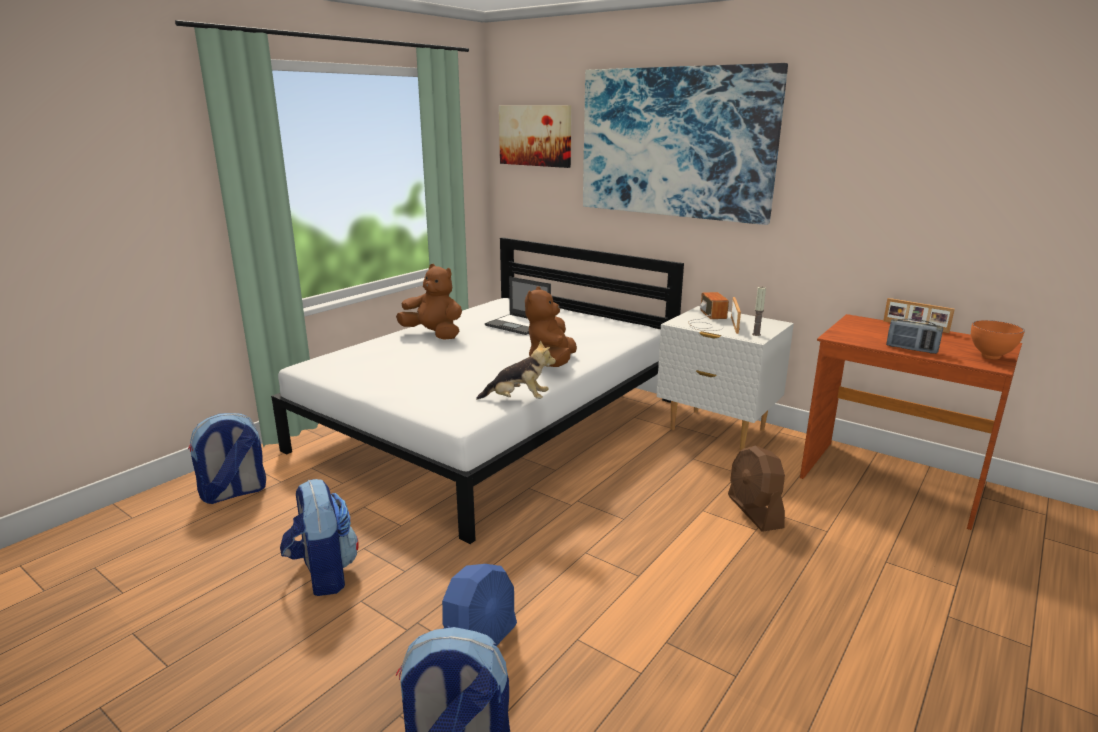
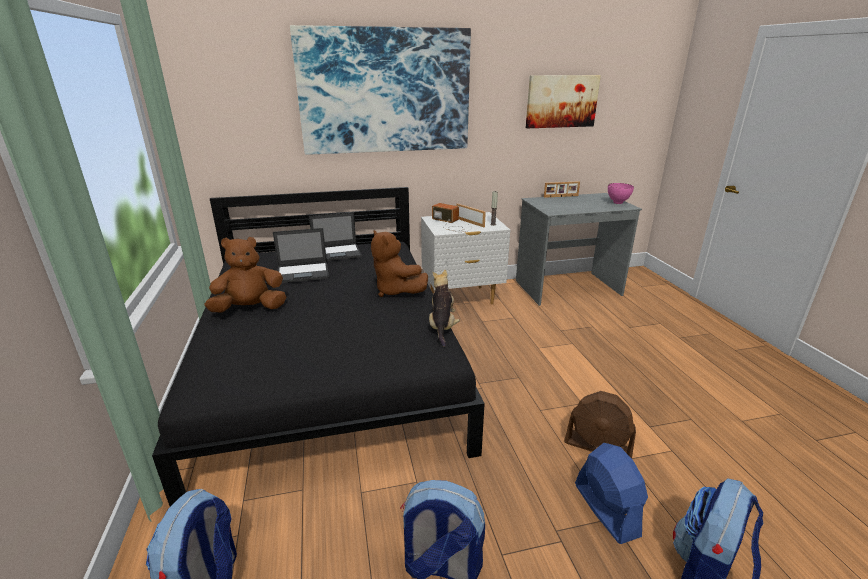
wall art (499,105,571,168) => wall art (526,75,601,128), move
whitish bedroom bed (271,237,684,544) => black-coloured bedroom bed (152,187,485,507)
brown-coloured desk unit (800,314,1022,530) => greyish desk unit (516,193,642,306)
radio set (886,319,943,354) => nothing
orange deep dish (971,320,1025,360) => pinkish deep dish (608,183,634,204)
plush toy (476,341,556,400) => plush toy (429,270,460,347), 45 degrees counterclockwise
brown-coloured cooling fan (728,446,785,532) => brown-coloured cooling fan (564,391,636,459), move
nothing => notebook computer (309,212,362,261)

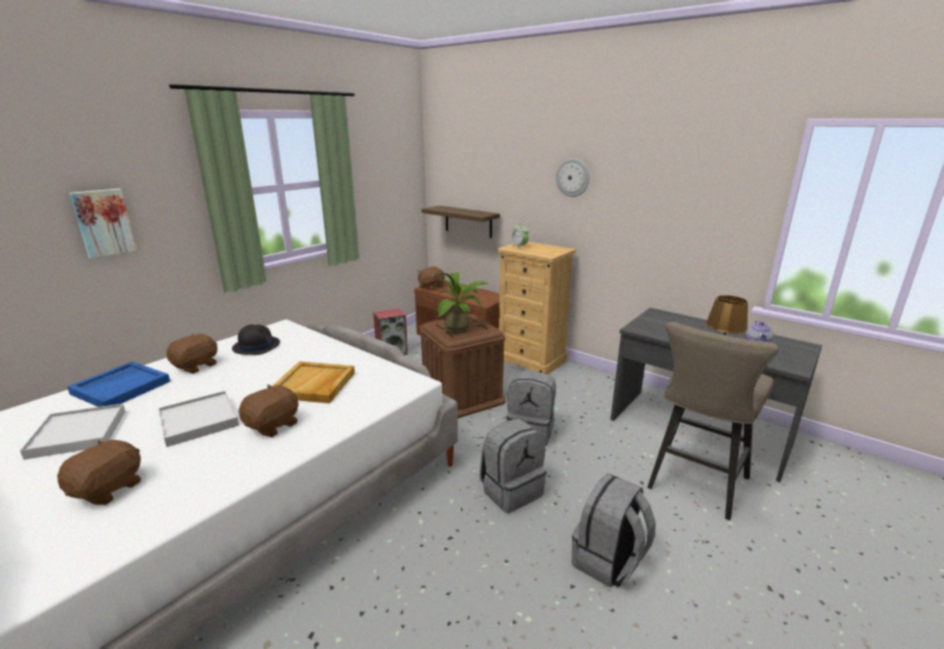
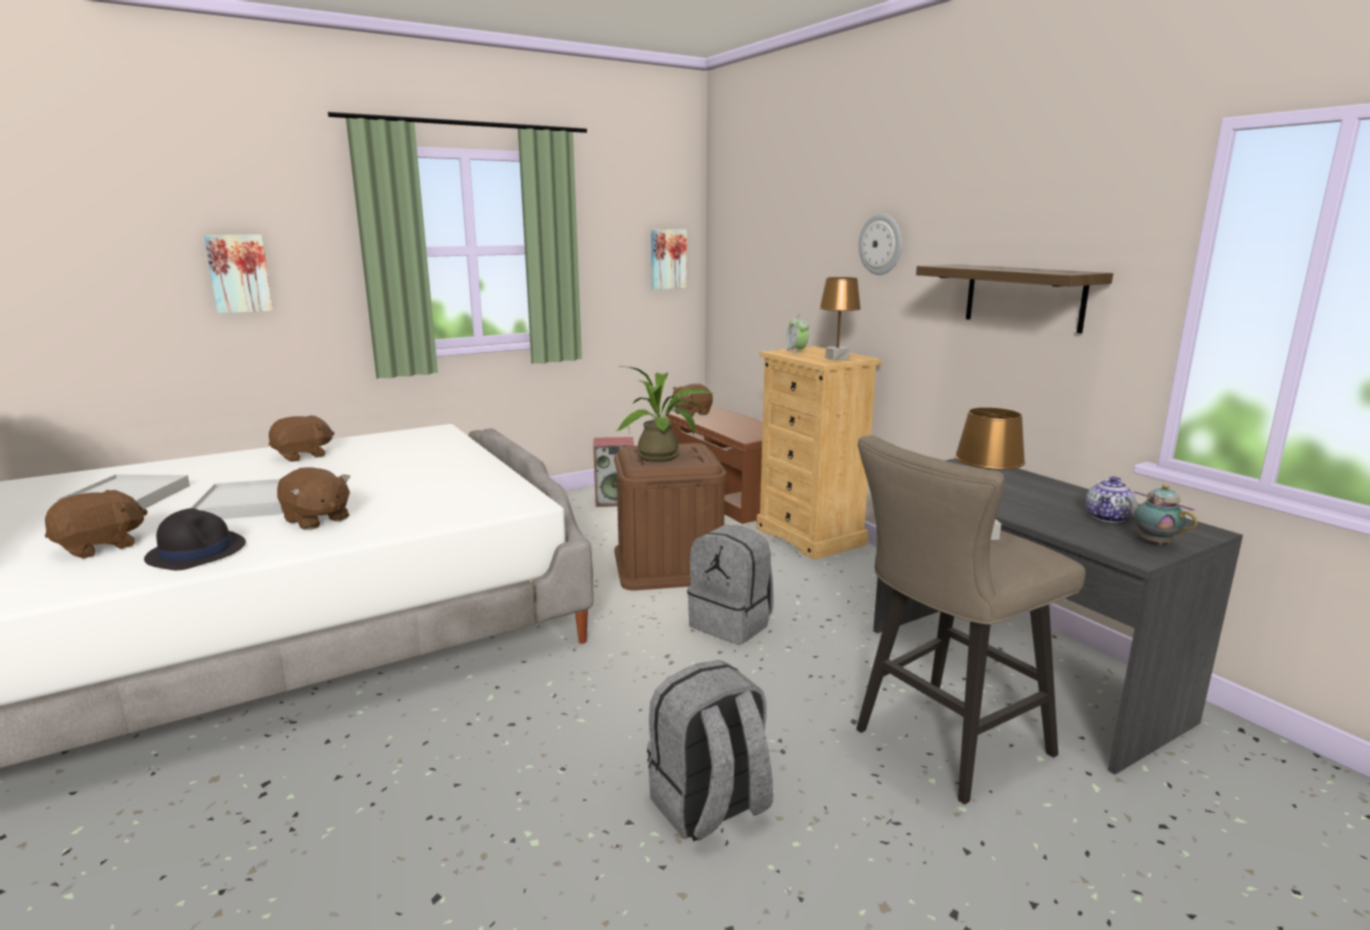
wall shelf (421,205,500,238) => wall shelf (916,264,1113,334), move
black-coloured clothing hat (232,324,280,355) => black-coloured clothing hat (144,508,246,570), move
beige tray (273,361,355,403) => nothing
bluish tray (67,362,170,407) => nothing
brown-coloured plush toy (239,384,299,437) => brown-coloured plush toy (277,467,350,530), 75 degrees clockwise
greyish backpack (480,419,547,513) => nothing
nothing => wall art (651,230,687,290)
nothing => brown-coloured tabletop lamp (819,277,861,360)
nothing => pot for tea (1124,484,1198,545)

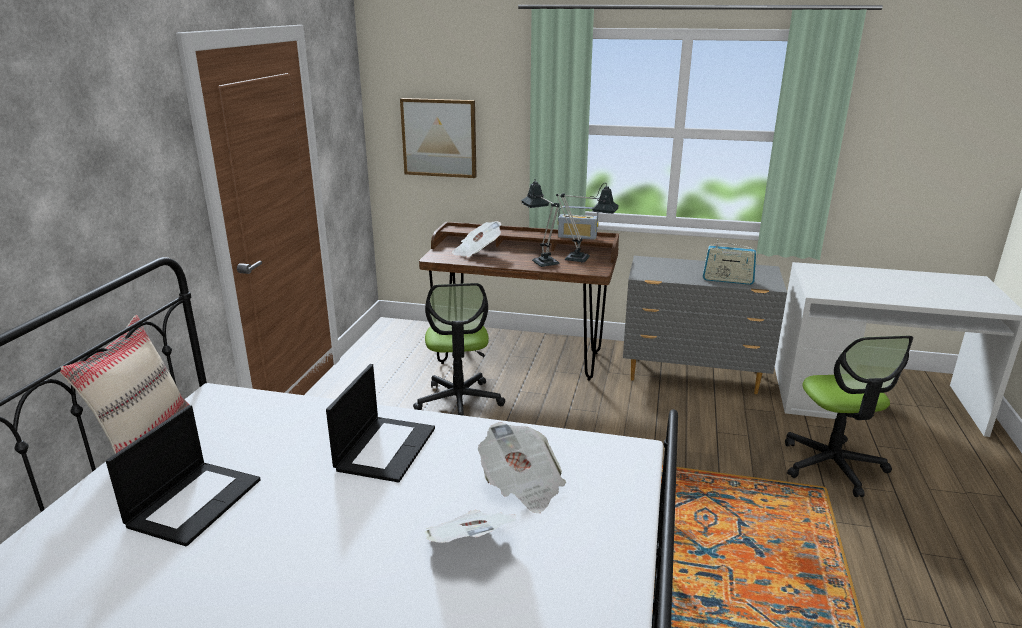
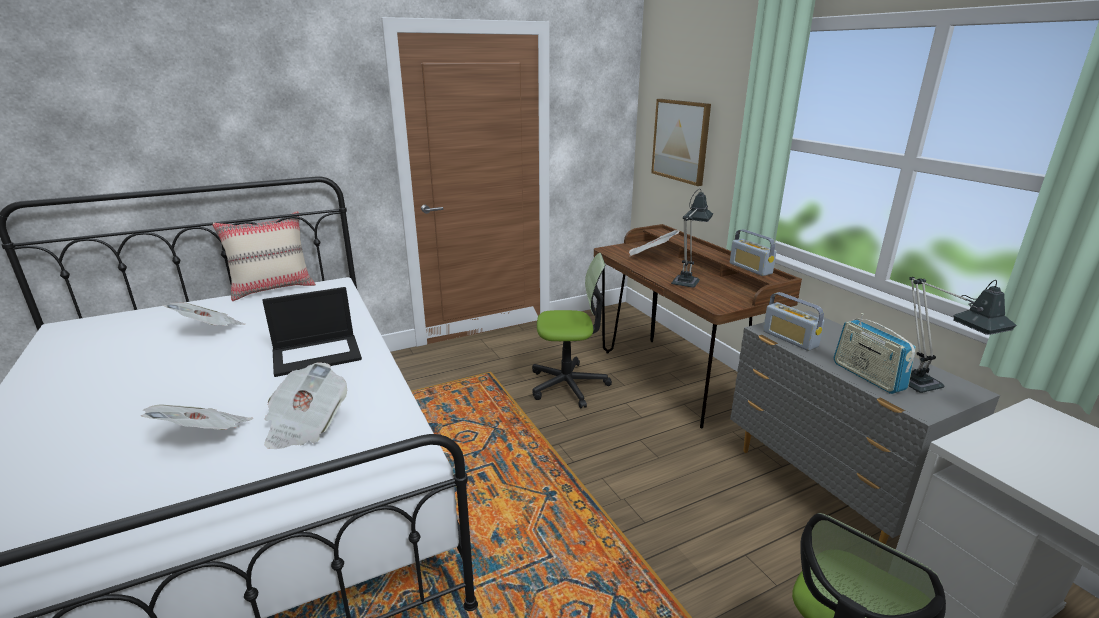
tabletop lamp (556,183,619,263) => tabletop lamp (909,277,1016,393), move
desk chair (413,283,505,416) => desk chair (532,253,612,409), 135 degrees counterclockwise
notebook computer (106,405,261,546) => printed paper (163,303,245,326)
nothing => radio set (763,292,824,351)

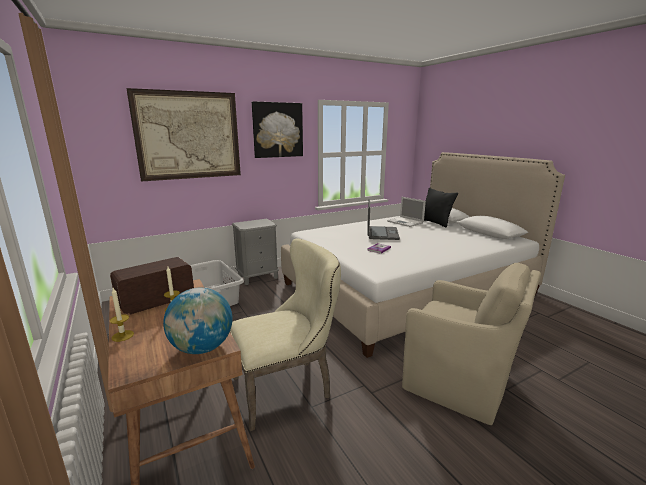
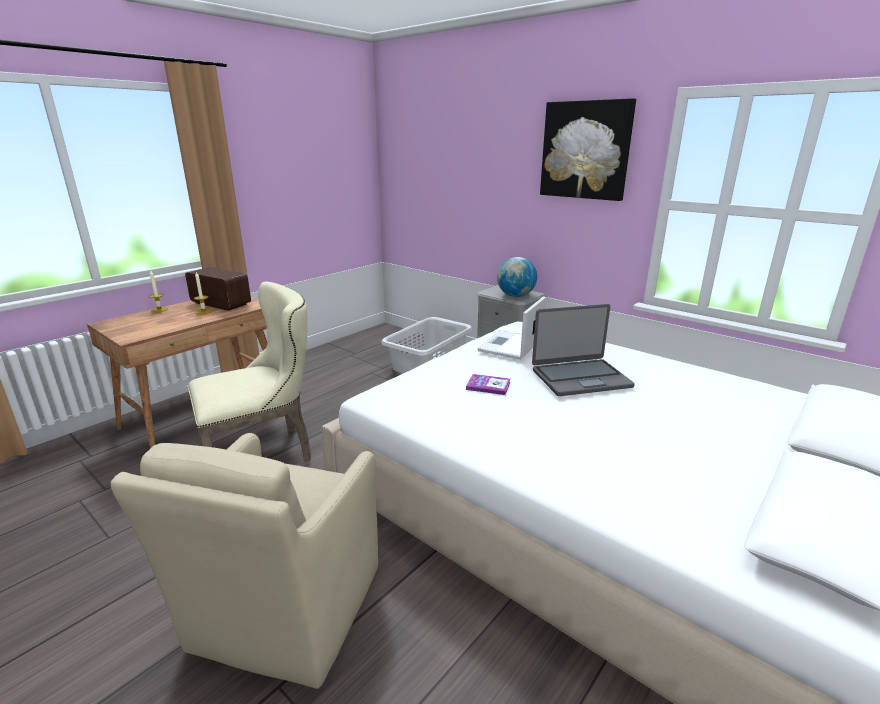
wall art (126,88,241,182) => nothing
black-coloured pillow (424,188,458,227) => nothing
notebook computer (387,197,426,227) => notebook computer (478,296,546,360), move
beige upright chair (230,239,341,431) => beige upright chair (187,282,311,461), 75 degrees counterclockwise
world globe (163,288,232,354) => world globe (497,257,537,297), move

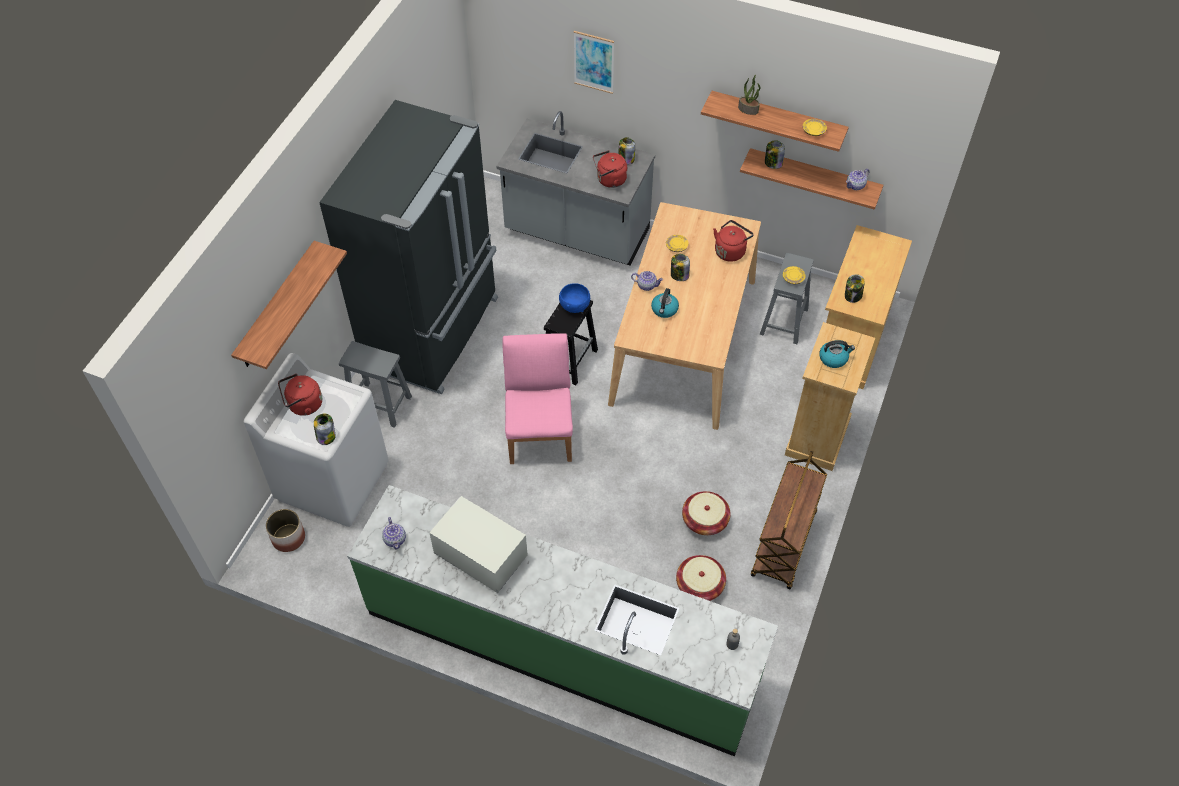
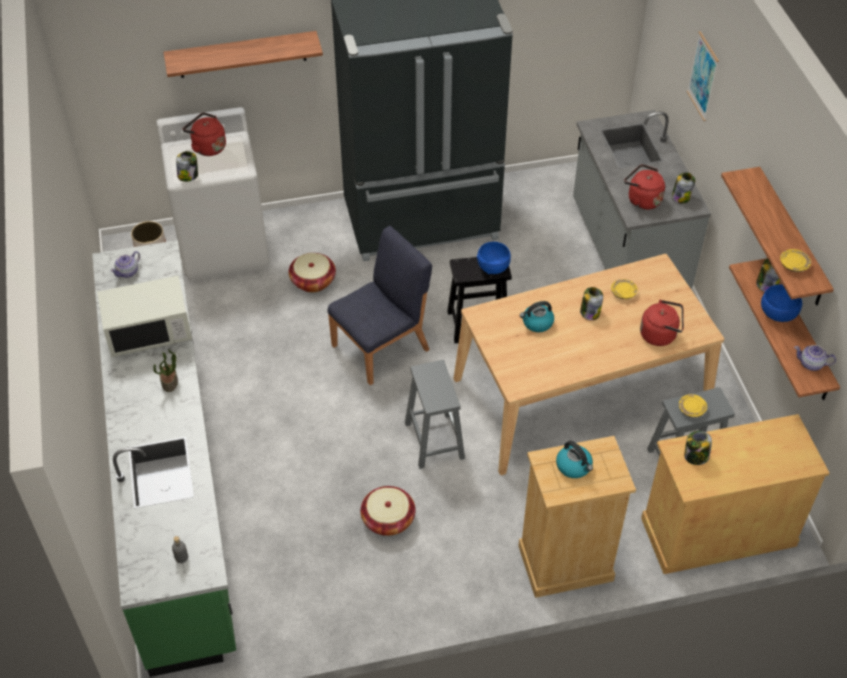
plant in a pot (738,74,760,115) => plant in a pot (153,349,178,392), move
pot for tea (631,271,663,291) => nothing
pinkish upright chair (503,333,573,464) => bluish upright chair (327,226,432,385)
greyish stool (339,341,412,428) => greyish stool (405,360,465,469), move
brown-coloured cart (751,451,827,589) => nothing
whitish microwave oven (430,496,528,593) => whitish microwave oven (97,276,192,357), 75 degrees clockwise
storage basket (676,555,726,601) => storage basket (289,253,336,293), move
nothing => bluish deep dish (761,284,802,322)

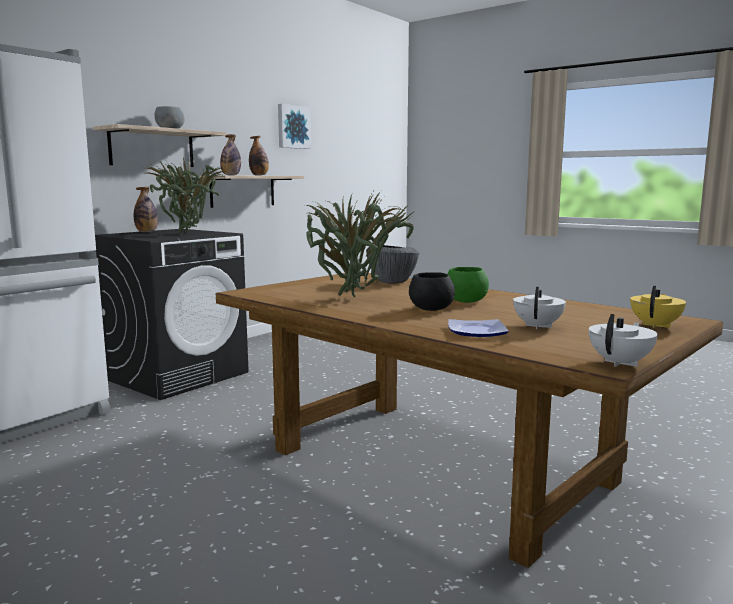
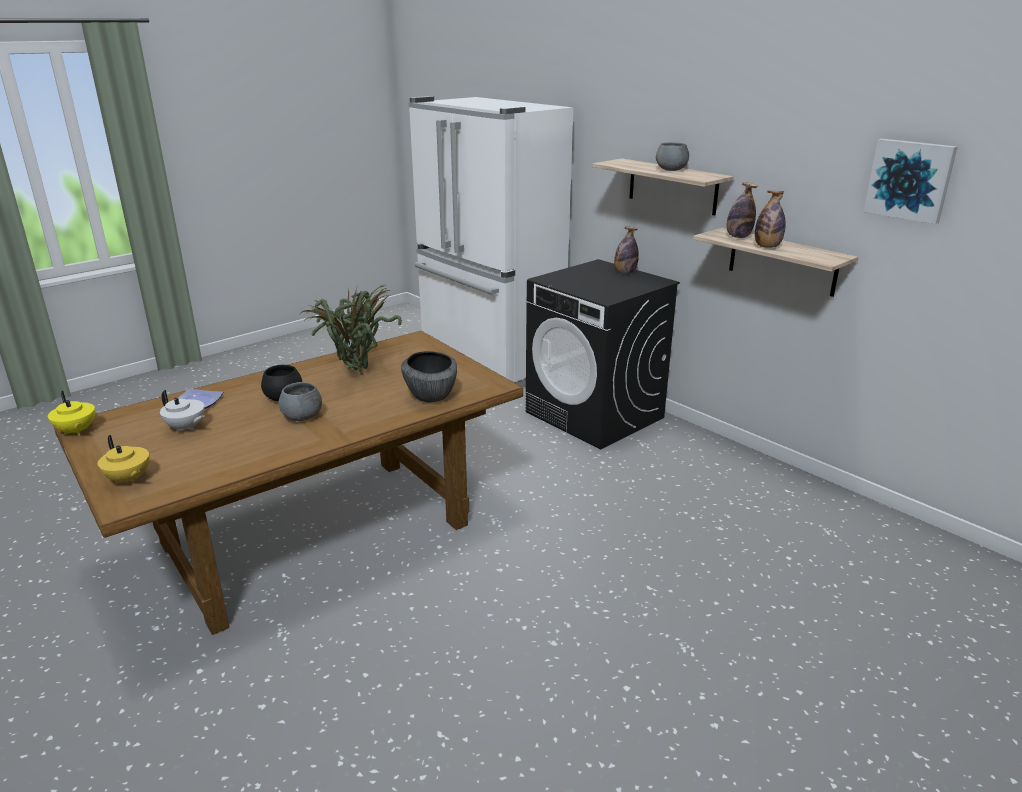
plant in a pot (143,157,228,234) => nothing
greenish deep dish (447,267,489,303) => greyish deep dish (278,382,322,421)
whitish pot for tea (589,314,658,367) => yellowish pot for tea (48,391,95,435)

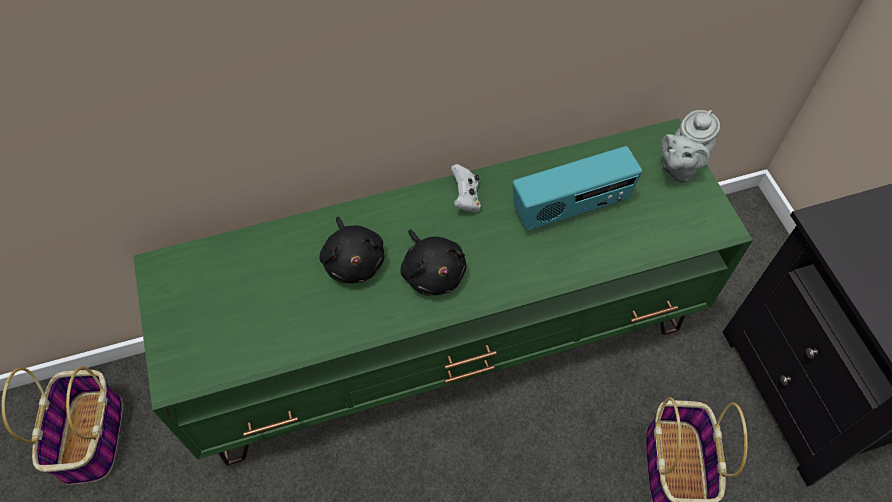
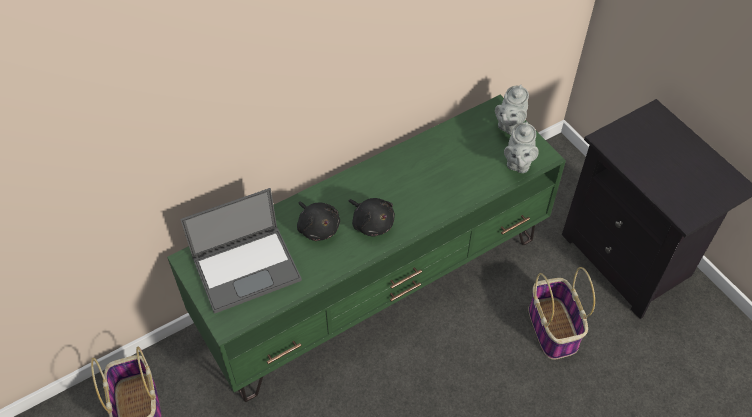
radio set (512,146,642,230) => nothing
whitish gamepad (451,164,481,212) => nothing
nothing => greyish pot for tea (504,121,539,173)
nothing => notebook computer (180,188,302,314)

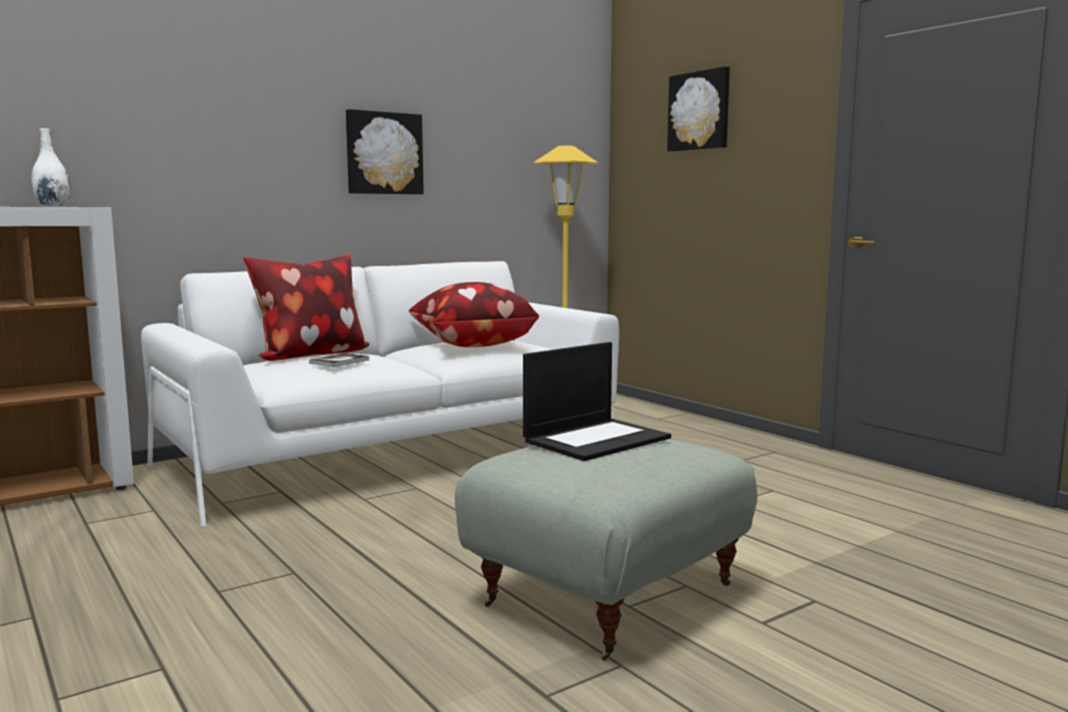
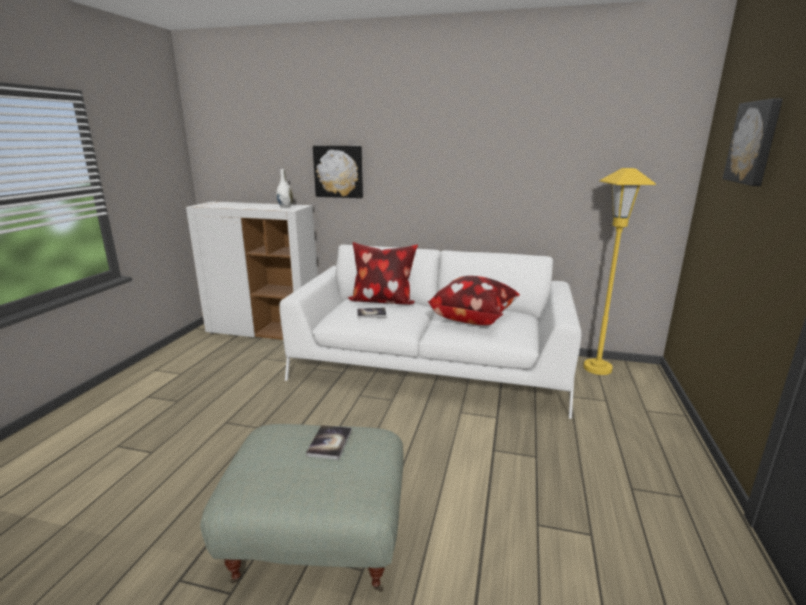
wall art (346,109,424,194) => wall art (313,146,363,198), move
notebook computer (523,342,671,461) => volume (306,425,352,460)

